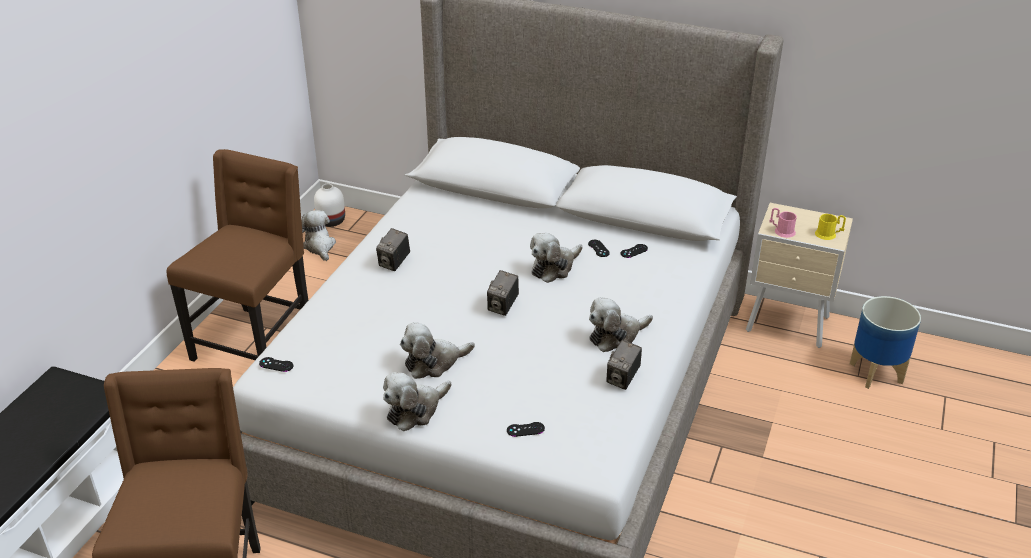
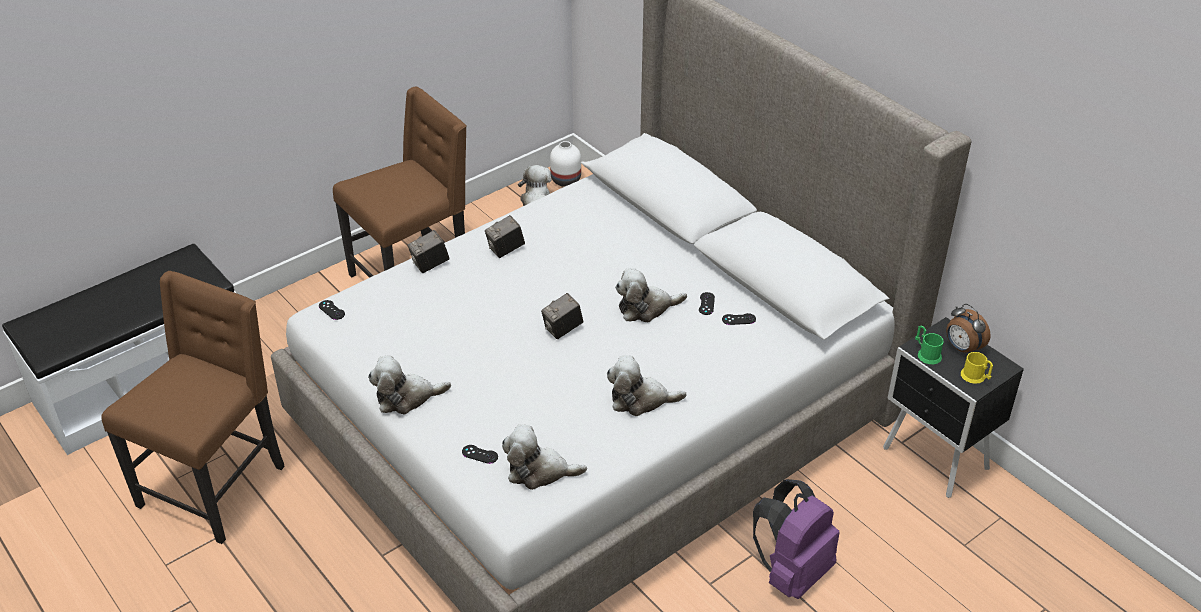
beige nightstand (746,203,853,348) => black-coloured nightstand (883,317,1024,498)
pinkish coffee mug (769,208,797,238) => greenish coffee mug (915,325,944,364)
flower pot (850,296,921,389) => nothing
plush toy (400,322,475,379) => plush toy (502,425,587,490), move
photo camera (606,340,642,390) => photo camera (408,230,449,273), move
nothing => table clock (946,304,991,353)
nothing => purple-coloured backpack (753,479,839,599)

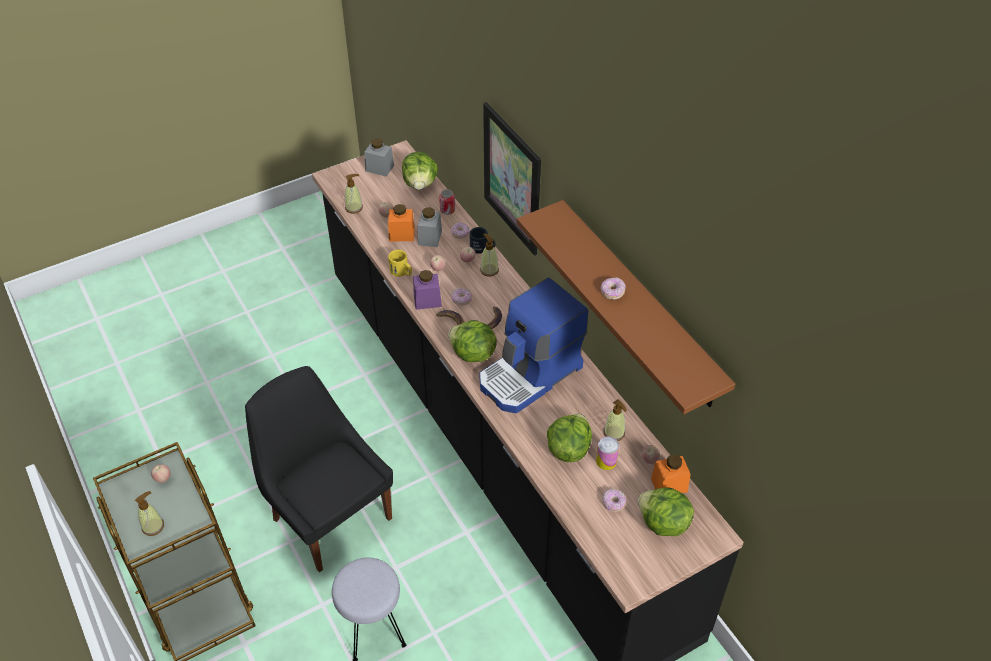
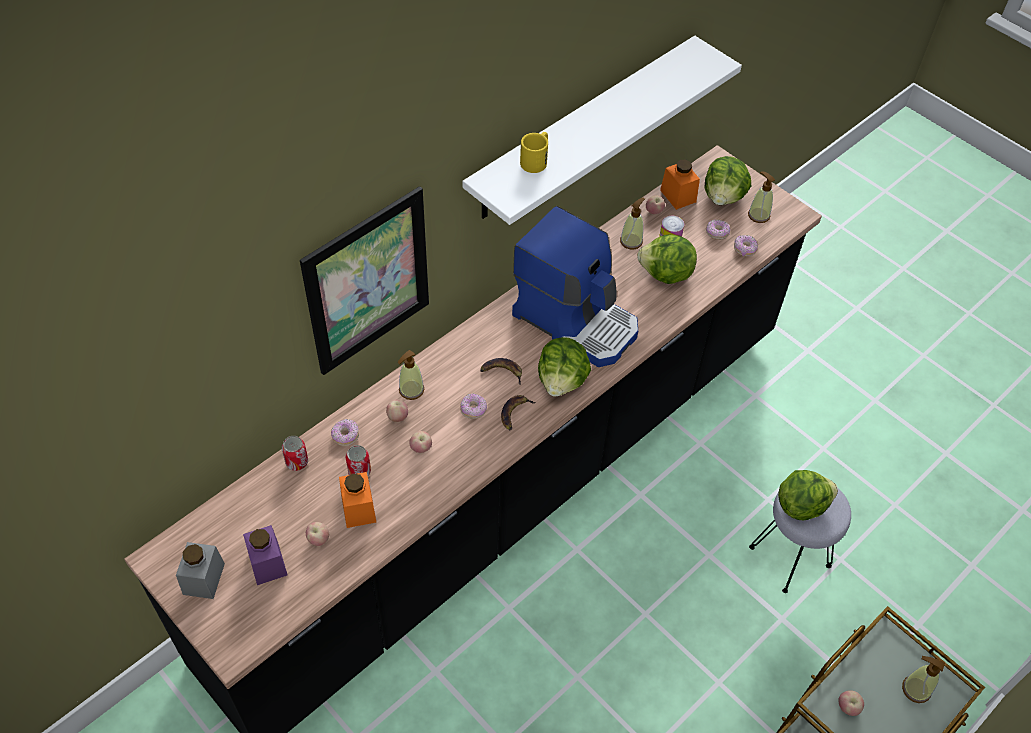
lettuce (402,152,438,190) => lettuce (778,470,838,520), move
liquid soap bottle (345,174,363,214) => liquid soap bottle (748,171,775,223), move
brown-coloured wall shelf (517,200,735,414) => whitish wall shelf (463,36,742,225)
greyish storage jar (418,207,442,247) => metal can (346,445,371,476)
black-coloured coffee mug (470,227,495,254) => nothing
yellowish coffee mug (388,250,412,277) => yellowish coffee mug (520,132,548,173), move
purple-coloured storage jar (413,270,442,310) => purple-coloured storage jar (243,525,288,585), move
ring doughnut (601,277,626,300) => ring doughnut (734,235,758,257), move
black-coloured upright chair (245,366,393,572) => nothing

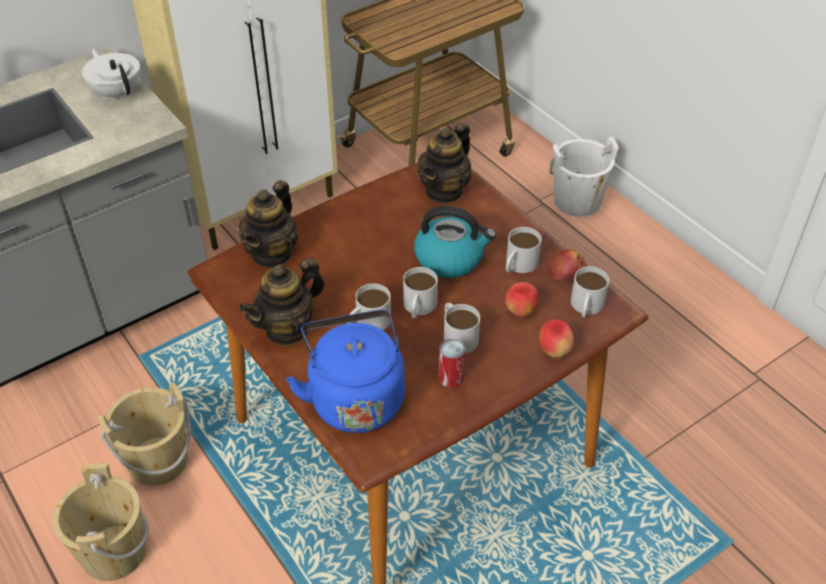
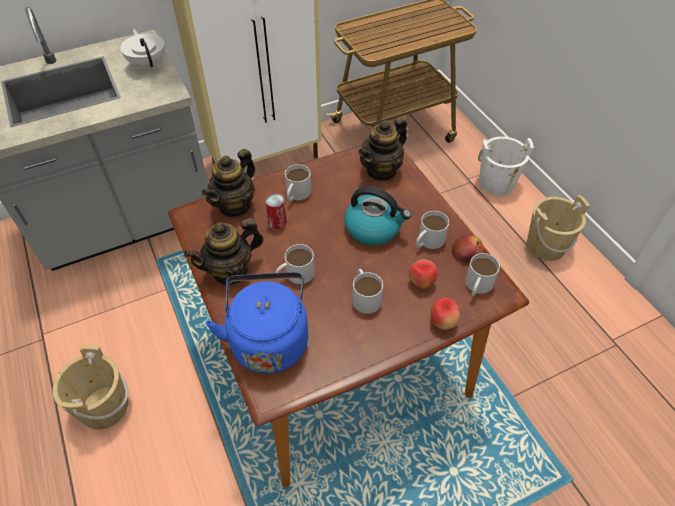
whitish coffee mug (403,267,438,318) => whitish coffee mug (285,164,311,202), move
metal can (438,339,465,388) => metal can (265,193,287,229), move
beige bucket (98,382,191,486) => beige bucket (527,195,590,261), move

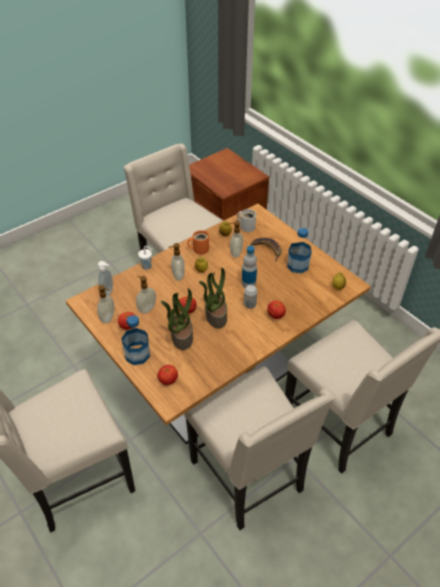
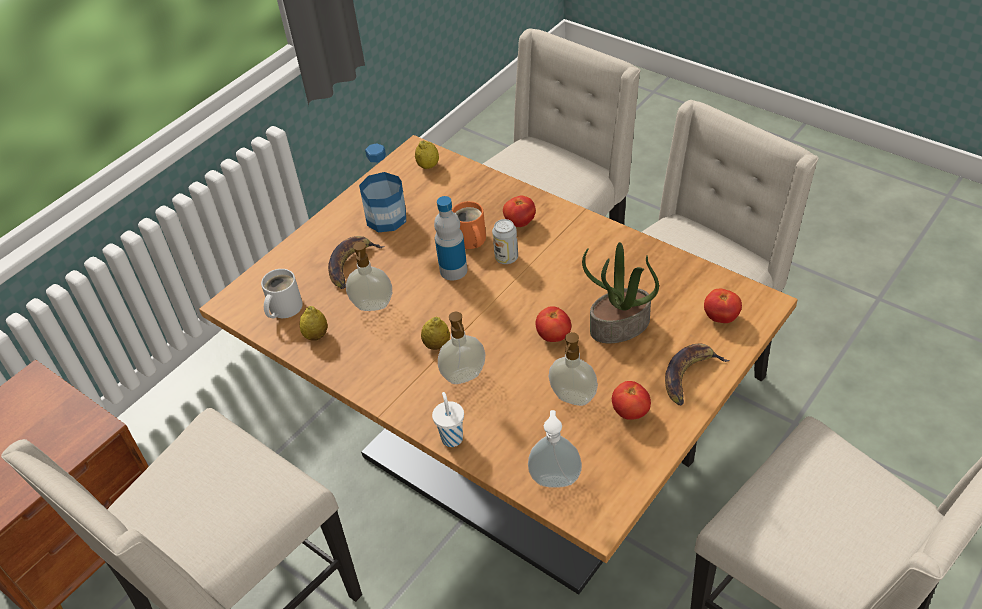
orange coffee mug (187,230,209,254) => orange coffee mug (452,201,486,249), move
plant in a pot (199,268,227,328) => nothing
liquid soap bottle (97,285,114,323) => nothing
drink bottle (121,315,150,365) => banana (665,344,730,405)

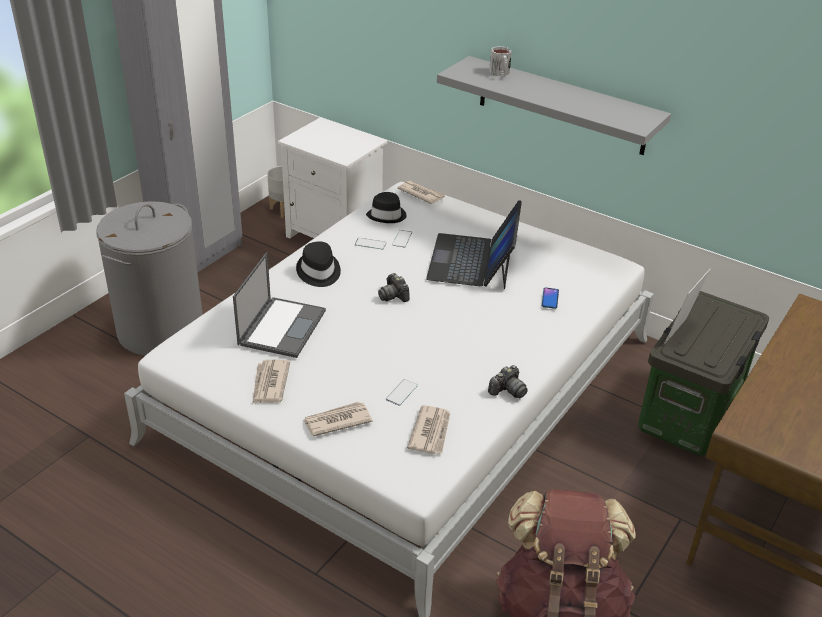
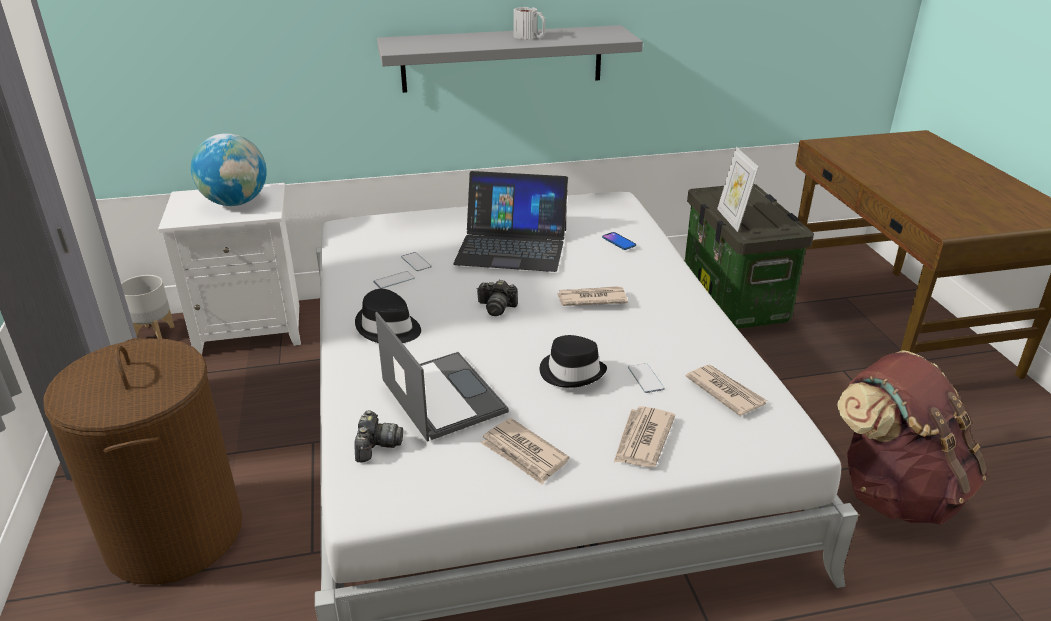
coffee mug (489,46,512,77) => coffee mug (513,7,545,39), move
printed paper (397,181,445,204) => printed paper (557,286,628,306), move
black-coloured clothing hat (366,192,407,223) => black-coloured clothing hat (540,335,607,388), move
notebook computer (426,200,522,289) => notebook computer (453,171,568,272), 45 degrees counterclockwise
greyish laundry basket (96,201,203,356) => brown-coloured laundry basket (43,338,242,585)
photo camera (488,365,528,398) => photo camera (354,410,403,462), move
nothing => world globe (191,133,267,206)

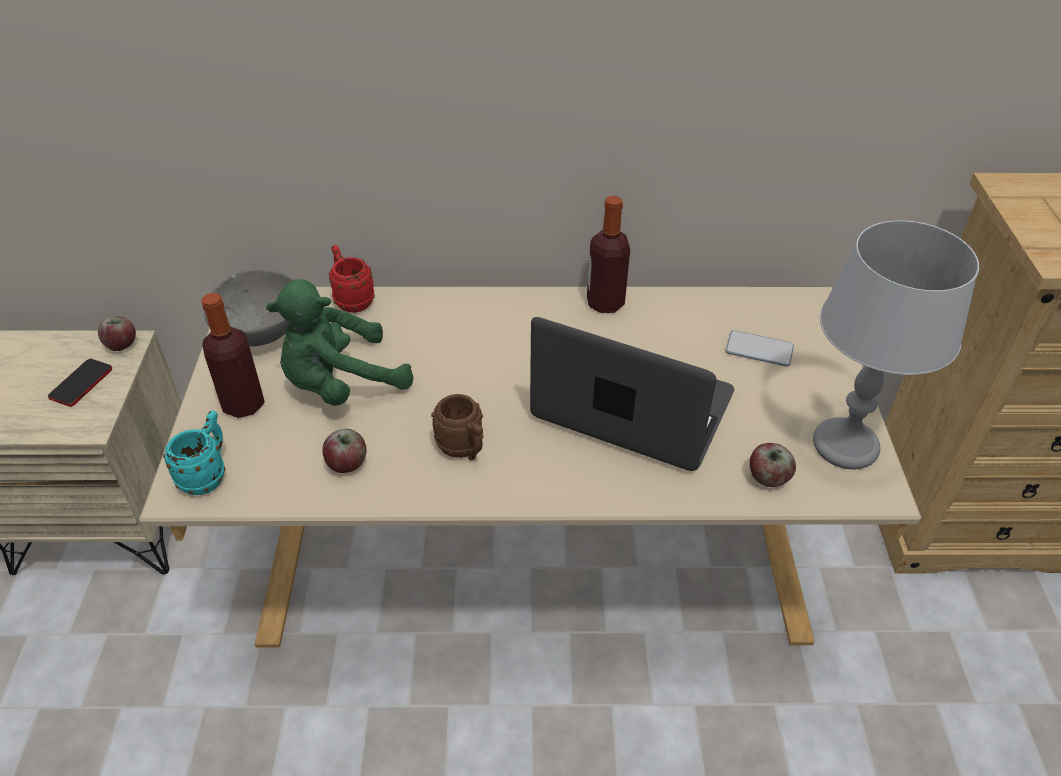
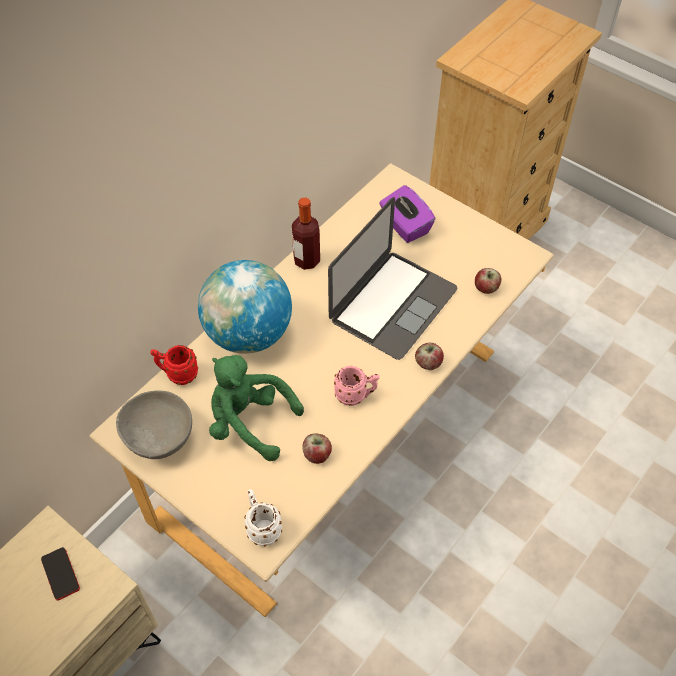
greyish tabletop lamp (813,220,979,470) => nothing
greenish plush toy (266,279,413,406) => greenish plush toy (209,355,304,461), 105 degrees clockwise
drink bottle (201,293,265,418) => nothing
apple fruit (98,317,136,351) => apple fruit (415,343,444,370), move
notebook computer (530,317,734,471) => notebook computer (328,197,458,360), 150 degrees clockwise
telephone (726,330,794,367) => purple-coloured tissue box (379,185,436,243)
brown-coloured coffee mug (431,394,483,461) => pinkish coffee mug (334,366,379,406)
turquoise-coloured coffee mug (163,411,225,495) => whitish coffee mug (244,489,282,547)
nothing => world globe (198,260,292,354)

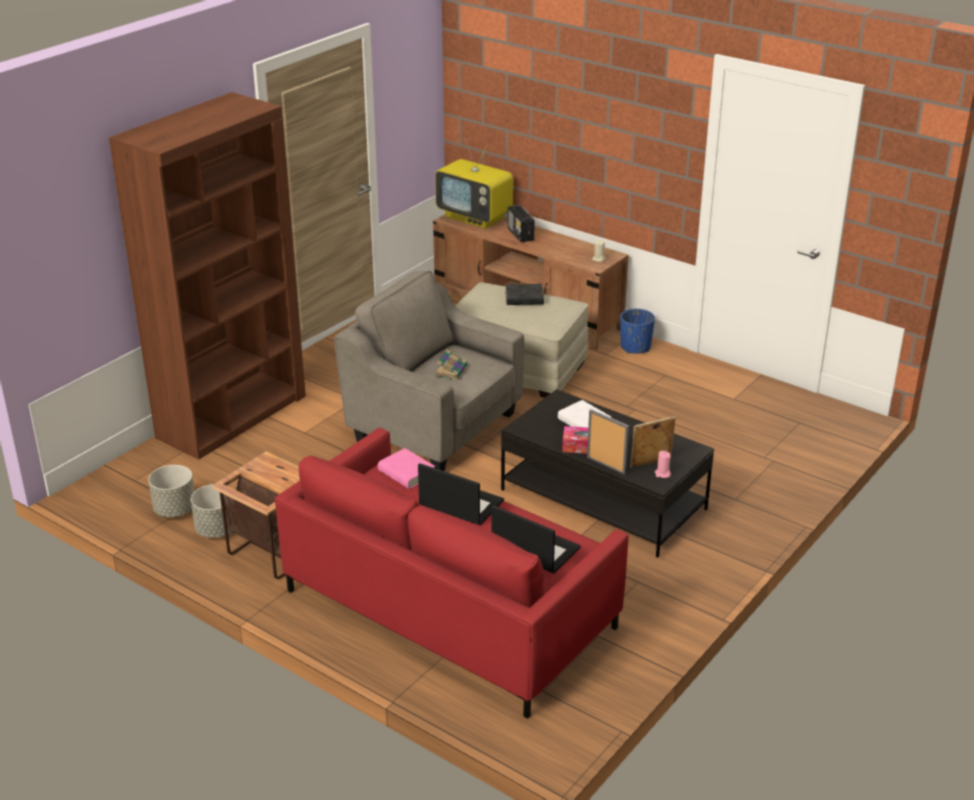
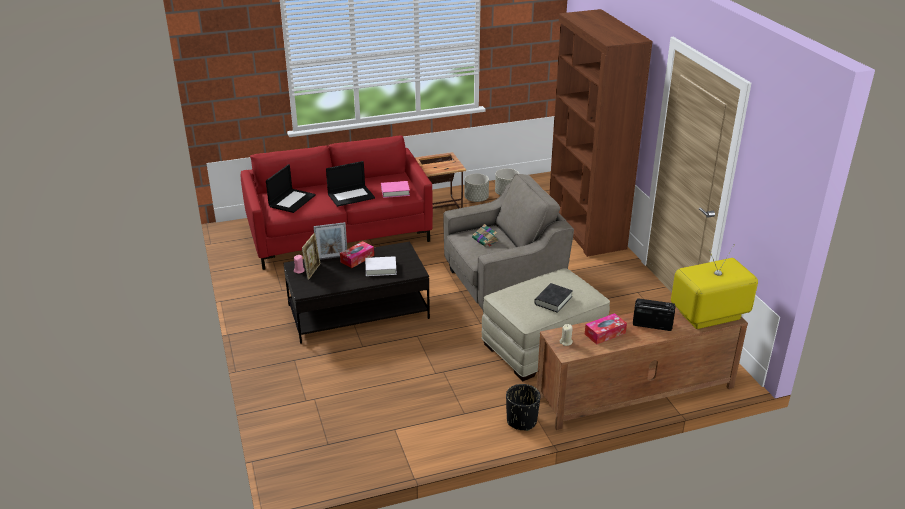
bluish flower pot (620,309,655,354) => black-coloured flower pot (506,384,540,431)
notebook computer (492,505,581,574) => notebook computer (266,164,316,213), 45 degrees counterclockwise
nothing => tissue box (585,313,627,345)

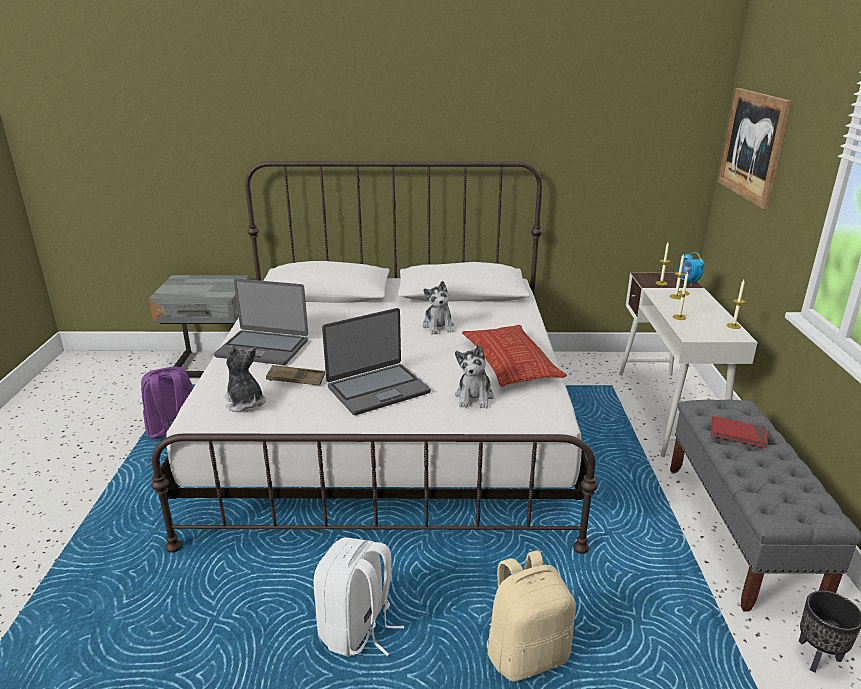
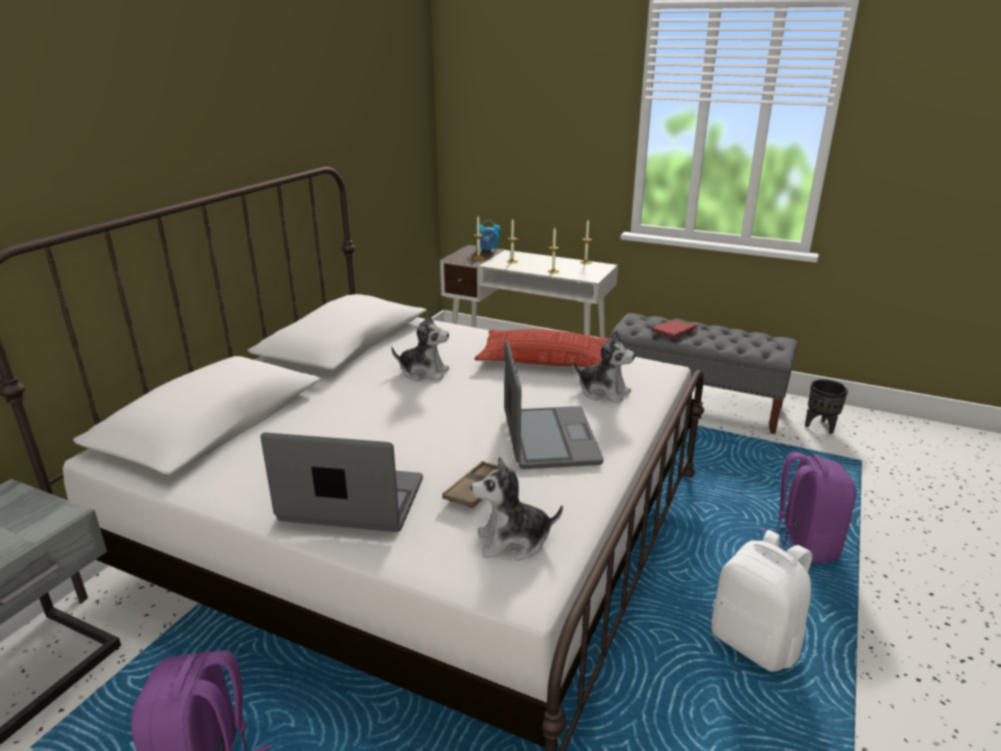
wall art (718,88,792,209) => nothing
notebook computer (214,278,308,365) => notebook computer (260,432,423,532), 120 degrees counterclockwise
beige backpack (486,550,576,682) => purple-coloured backpack (759,452,856,563)

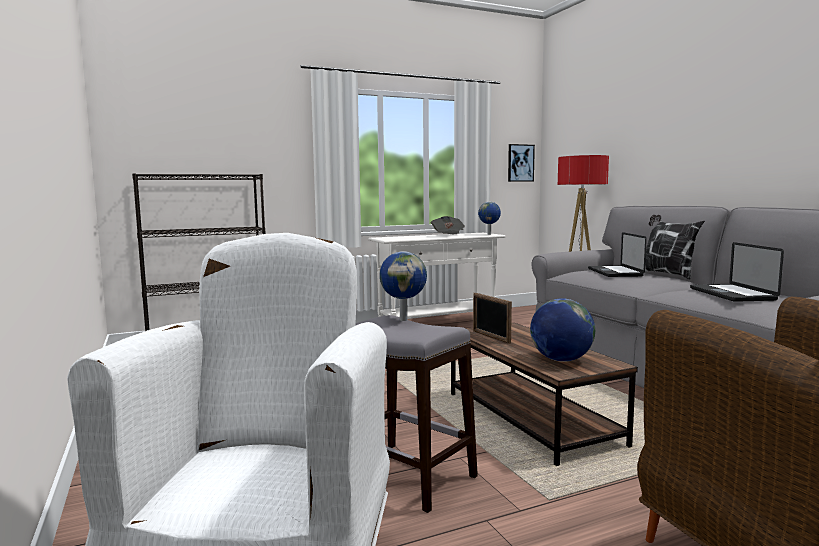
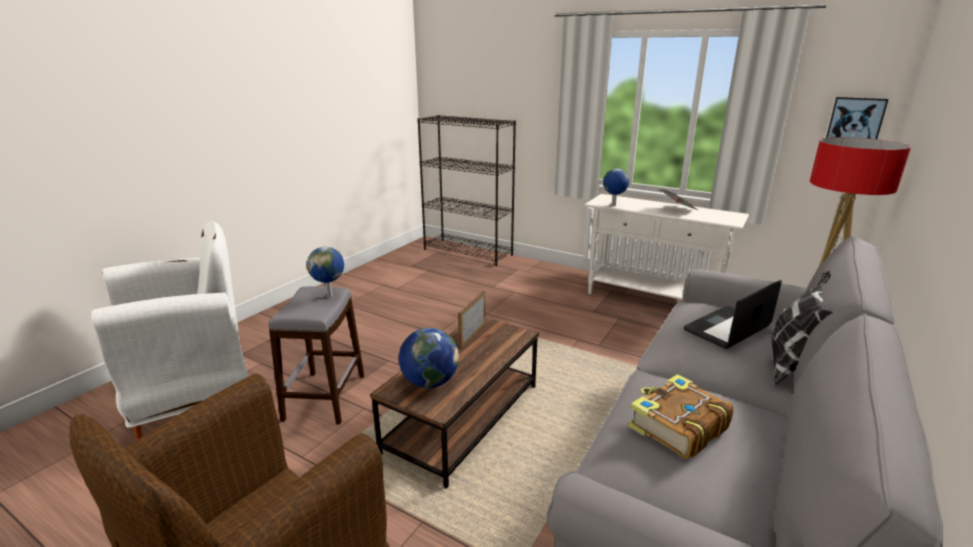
world globe (478,202,501,235) => world globe (603,168,629,206), move
notebook computer (690,242,784,302) => volume (628,374,734,459)

